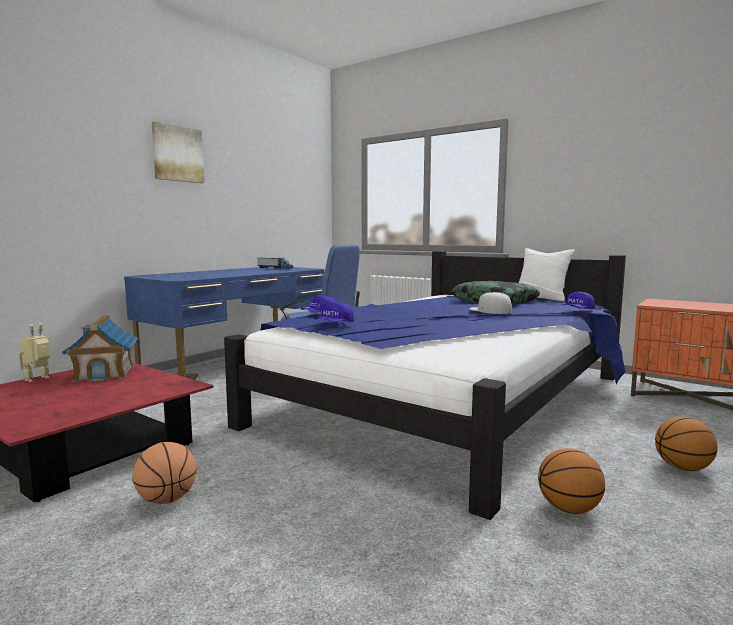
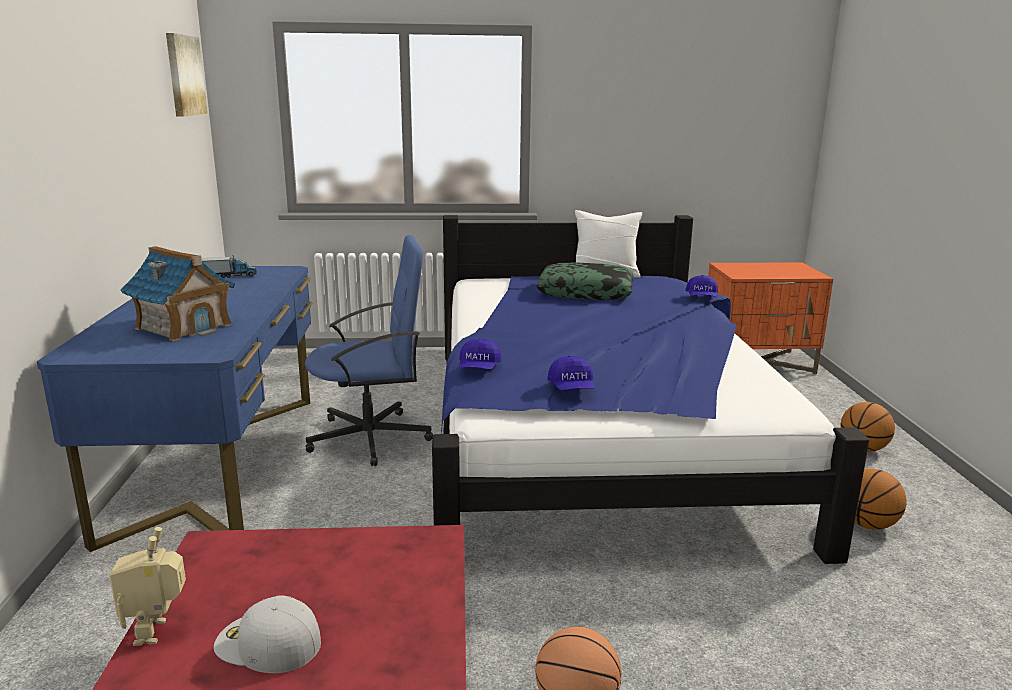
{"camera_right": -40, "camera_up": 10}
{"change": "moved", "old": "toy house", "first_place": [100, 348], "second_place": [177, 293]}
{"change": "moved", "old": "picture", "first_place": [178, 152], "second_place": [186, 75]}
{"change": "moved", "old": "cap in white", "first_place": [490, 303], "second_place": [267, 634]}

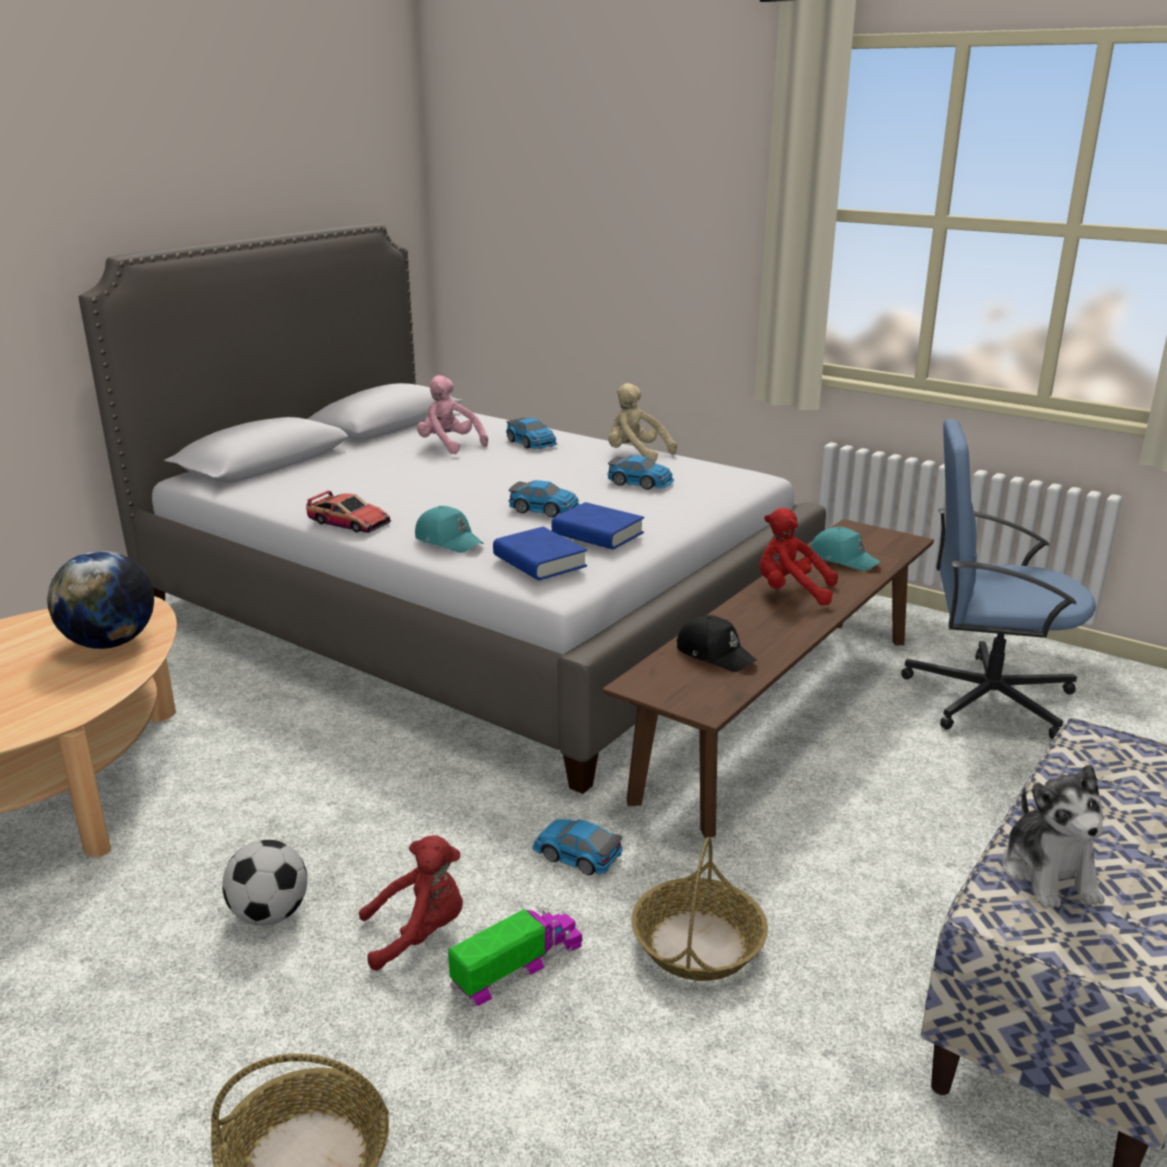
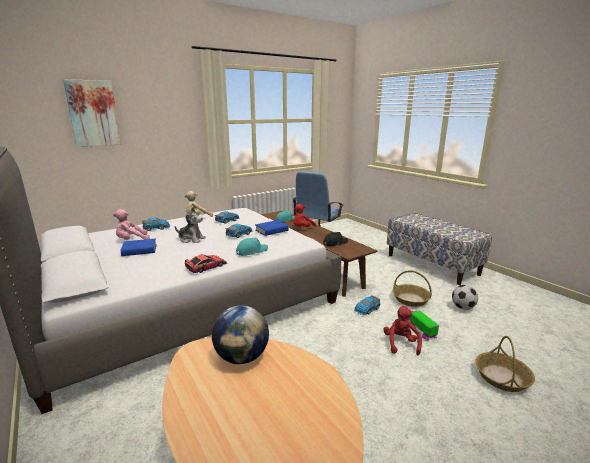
{"camera_right": -70, "camera_up": -5}
{"change": "moved", "old": "football", "first_place": [264, 883], "second_place": [465, 297]}
{"change": "moved", "old": "book in blue", "first_place": [540, 553], "second_place": [138, 247]}
{"change": "moved", "old": "plush toy", "first_place": [1053, 836], "second_place": [190, 225]}
{"change": "added", "new": "picture", "second_place": [92, 113]}

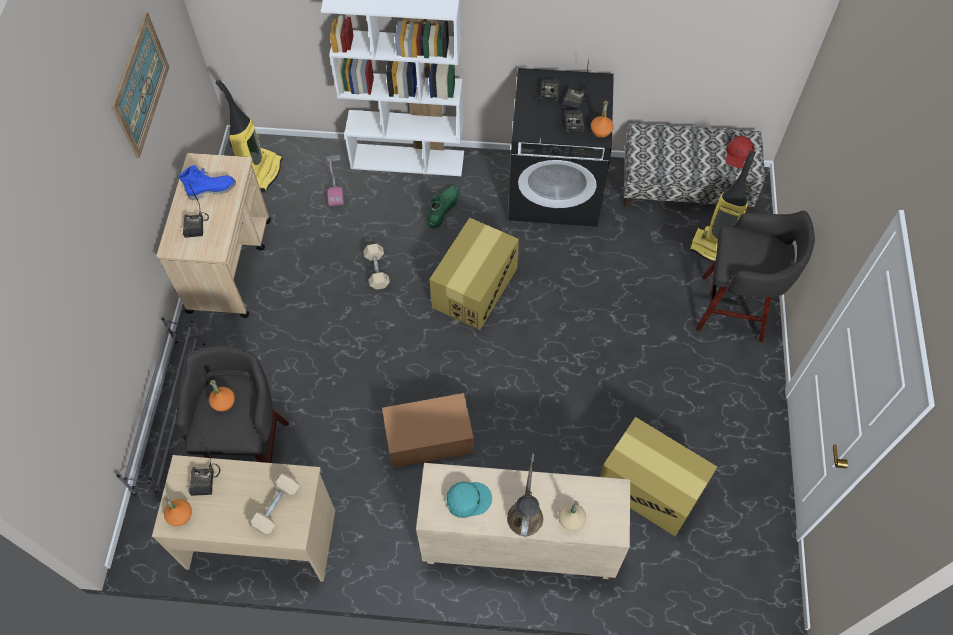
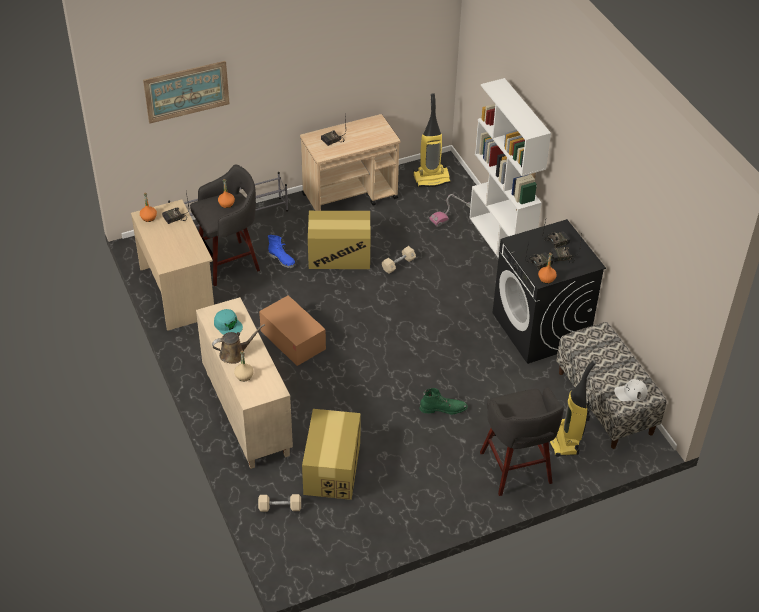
{"camera_right": 60, "camera_up": -15}
{"change": "moved", "old": "picture", "first_place": [140, 85], "second_place": [186, 92]}
{"change": "moved", "old": "boot in blue", "first_place": [207, 182], "second_place": [282, 251]}
{"change": "moved", "old": "dumbbell in beige", "first_place": [274, 504], "second_place": [279, 503]}
{"change": "moved", "old": "boot in green", "first_place": [443, 207], "second_place": [444, 401]}
{"change": "moved", "old": "cardboard box", "first_place": [474, 274], "second_place": [339, 240]}
{"change": "recoloured", "old": "cap in red", "new": "cap in white", "first_place": [740, 152], "second_place": [630, 390]}

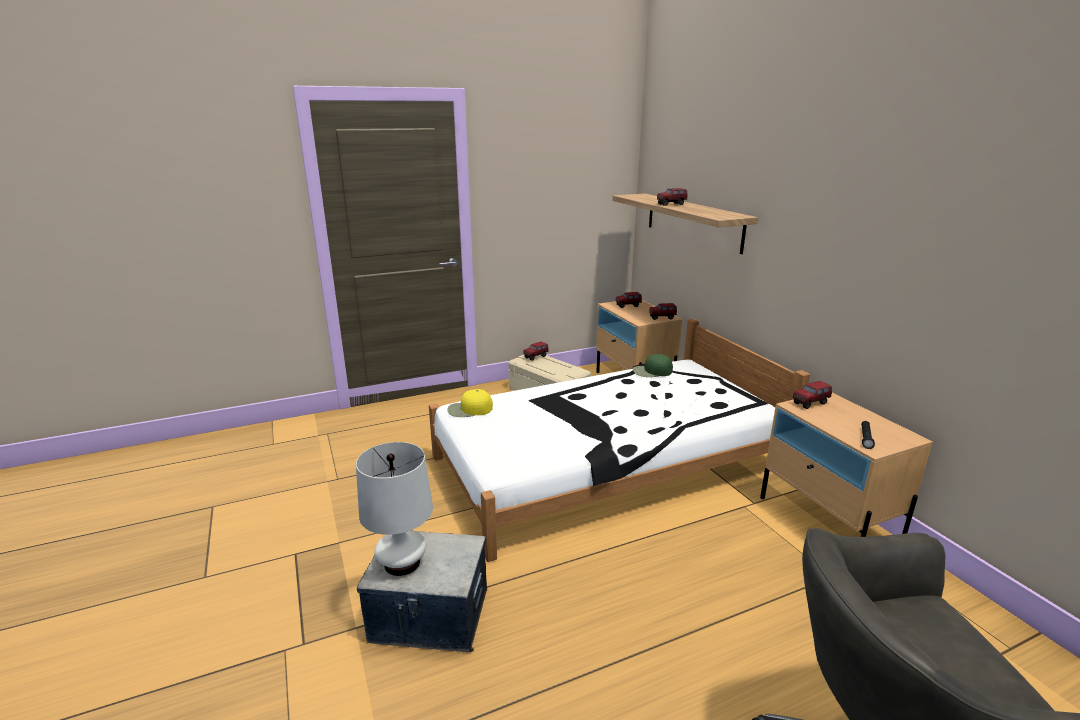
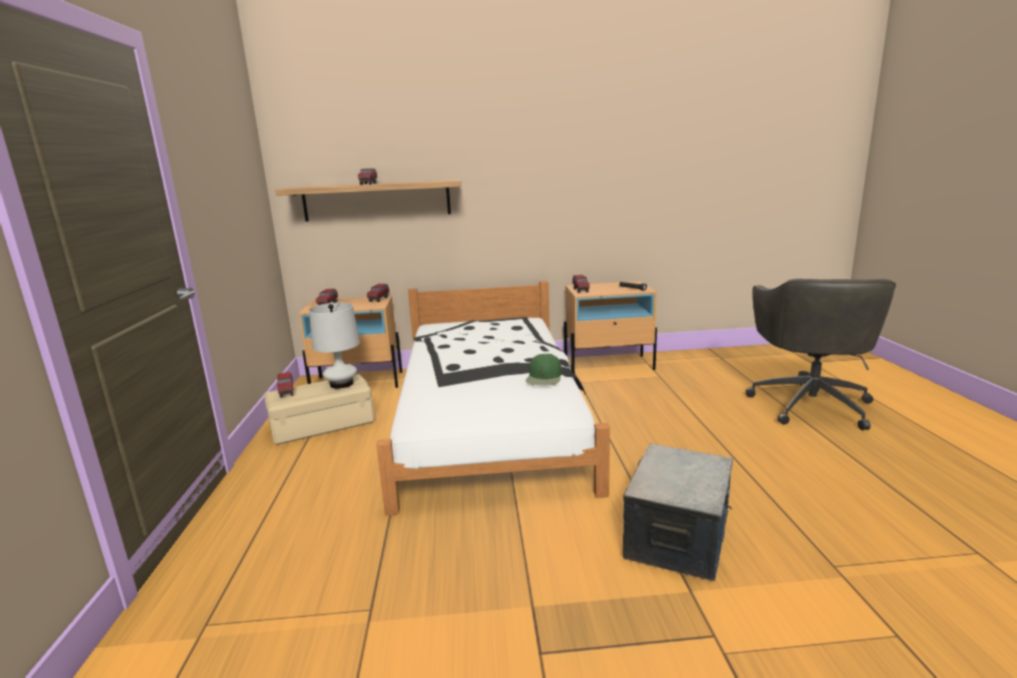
{"camera_right": -70, "camera_up": -5}
{"change": "moved", "old": "table lamp in white", "first_place": [394, 509], "second_place": [334, 345]}
{"change": "removed", "old": "cap in yellow", "first_place": [470, 403]}
{"change": "moved", "old": "cap in green", "first_place": [653, 365], "second_place": [544, 370]}

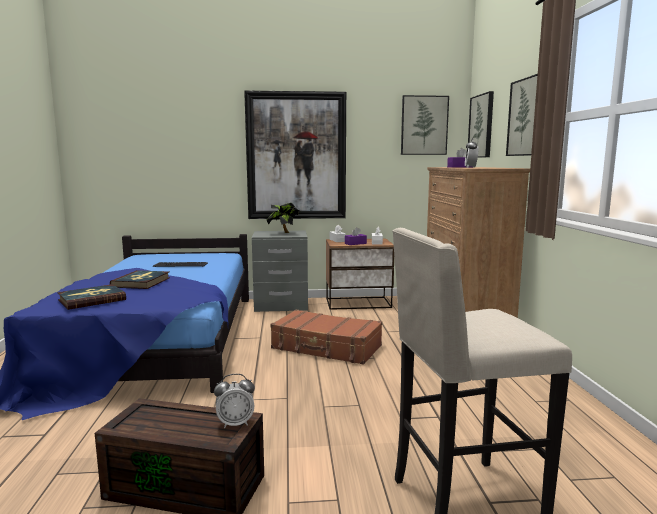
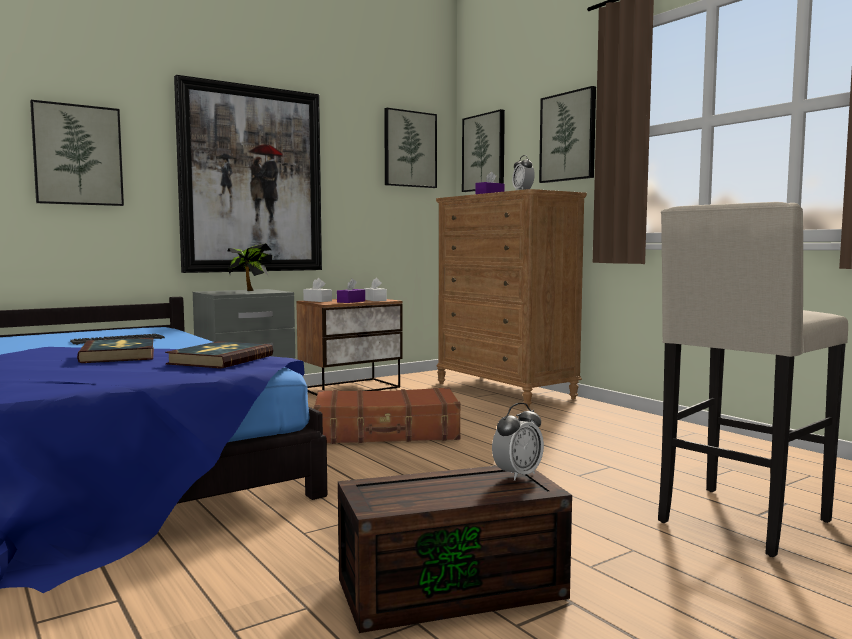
{"camera_right": -30, "camera_up": -5}
{"change": "moved", "old": "book", "first_place": [91, 297], "second_place": [219, 355]}
{"change": "added", "new": "picture", "second_place": [77, 153]}

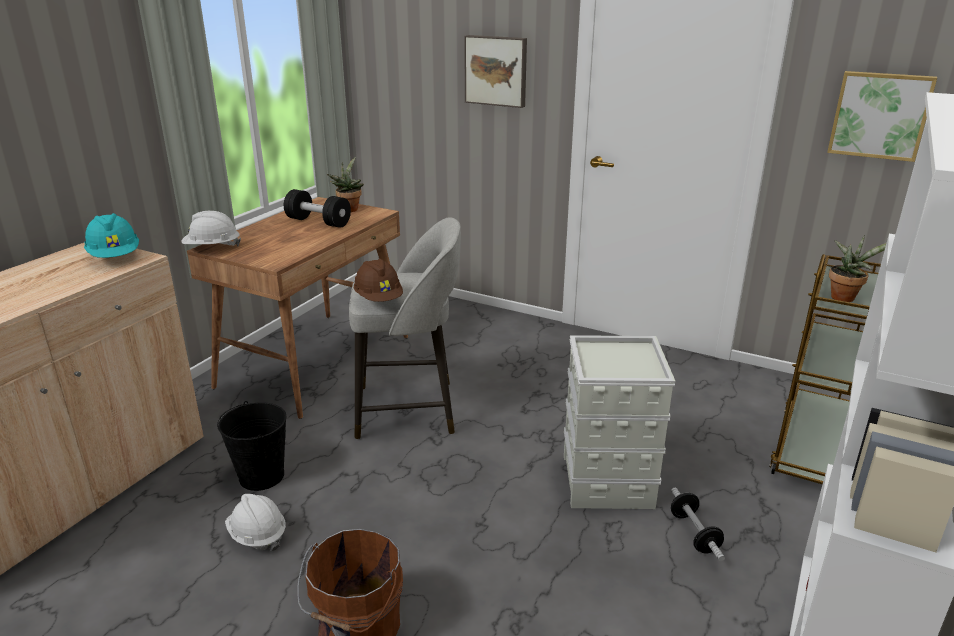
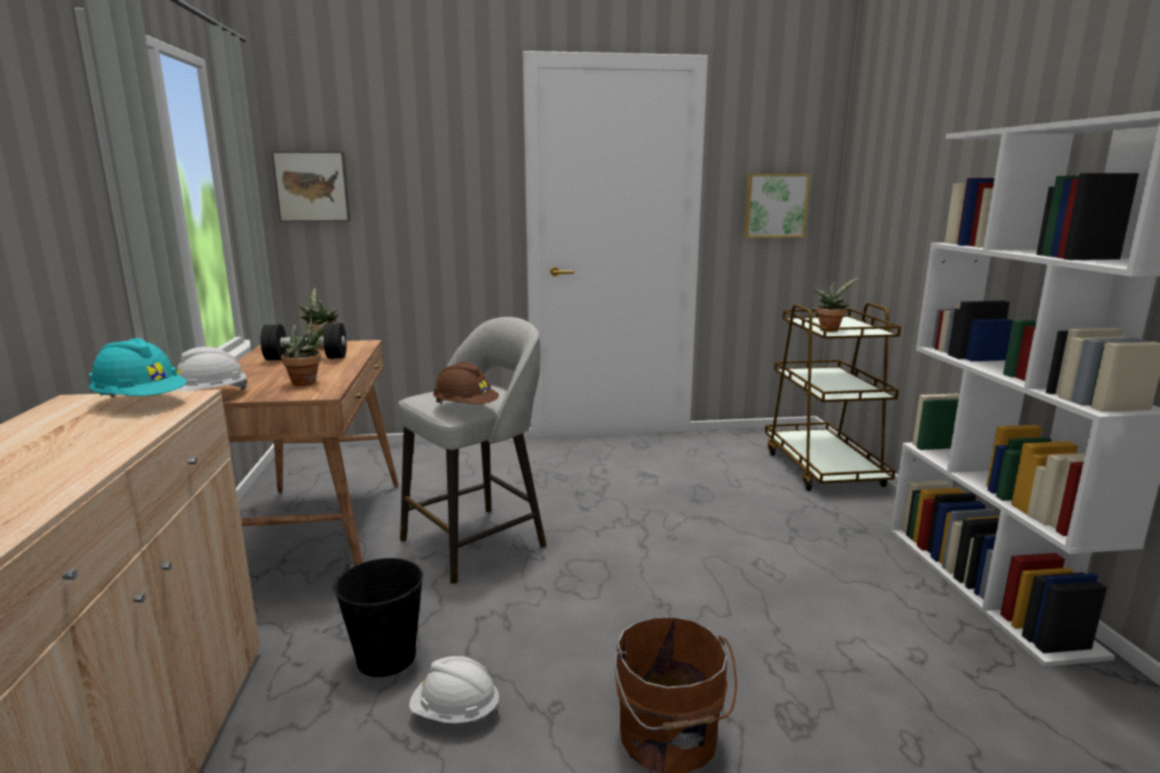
{"camera_right": -35, "camera_up": -10}
{"change": "moved", "old": "picture", "first_place": [495, 71], "second_place": [310, 186]}
{"change": "removed", "old": "storage box in grey", "first_place": [620, 422]}
{"change": "removed", "old": "dumbbell", "first_place": [698, 524]}
{"change": "added", "new": "potted plant", "second_place": [304, 351]}

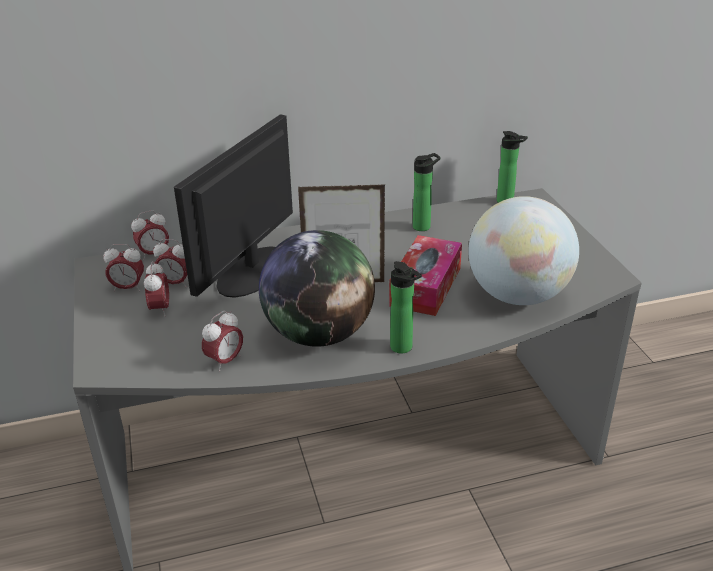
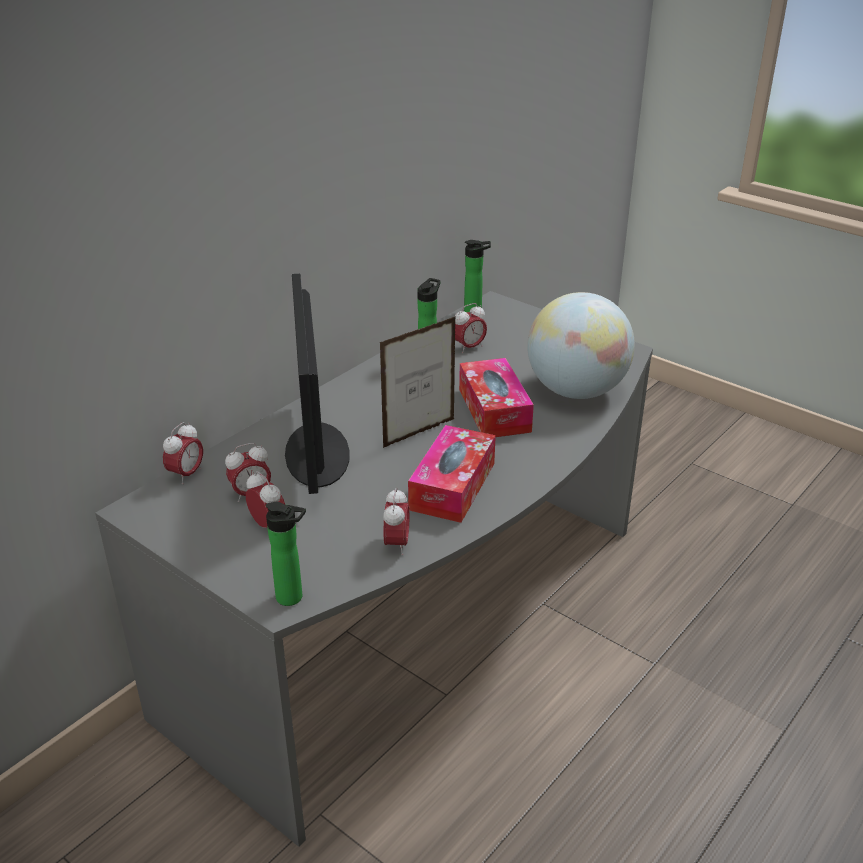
{"camera_right": -35, "camera_up": 0}
{"change": "moved", "old": "alarm clock", "first_place": [123, 268], "second_place": [471, 328]}
{"change": "replaced", "old": "globe", "new": "tissue box", "first_place": [317, 288], "second_place": [452, 474]}
{"change": "moved", "old": "bottle", "first_place": [406, 307], "second_place": [286, 554]}

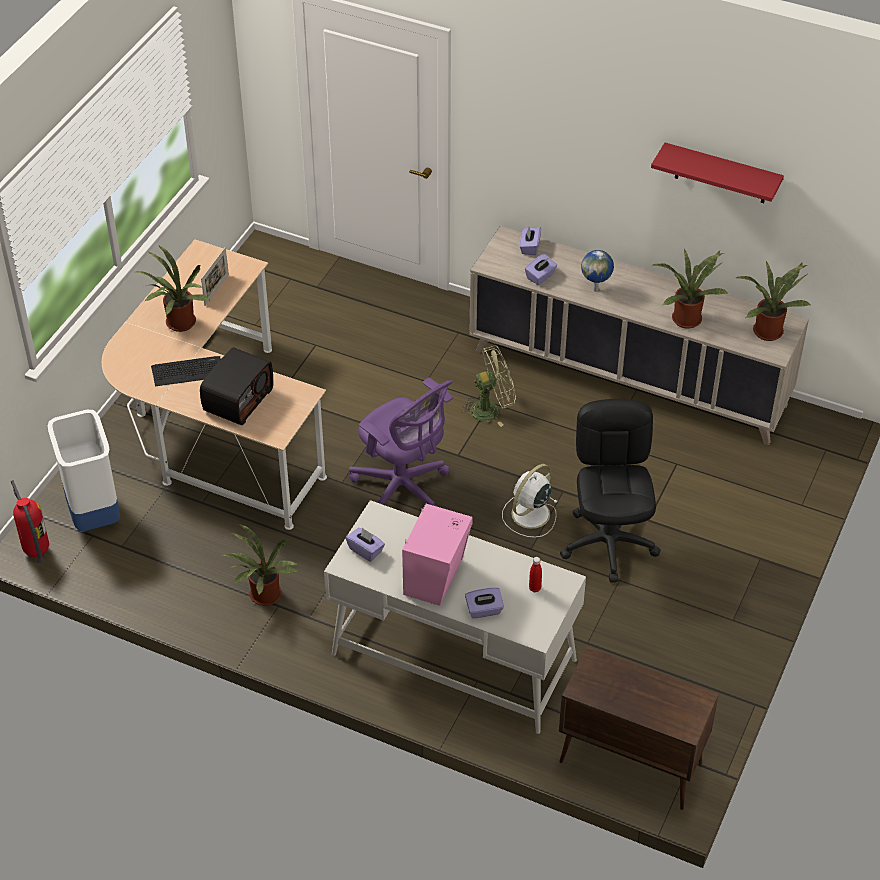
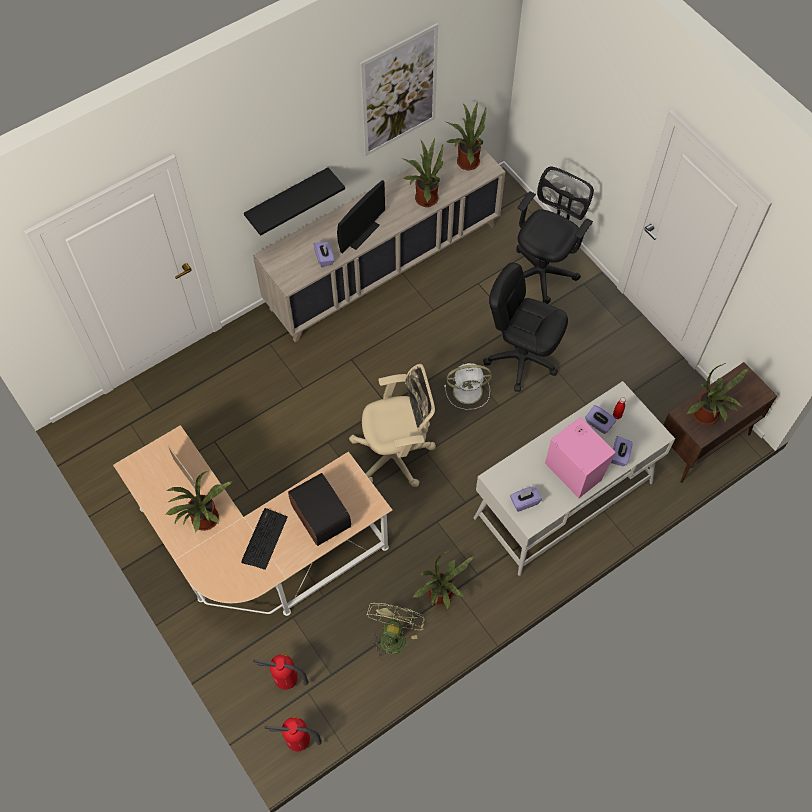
{"camera_right": -60, "camera_up": 15}
{"change": "replaced", "old": "trash can in white", "new": "fire extinguisher", "first_place": [84, 470], "second_place": [281, 672]}
{"change": "recoloured", "old": "office chair in purple", "new": "office chair in beige", "first_place": [401, 442], "second_place": [392, 425]}
{"change": "moved", "old": "fan in green", "first_place": [488, 386], "second_place": [395, 631]}
{"change": "turned", "old": "fan in white", "first_place": [530, 501], "second_place": [468, 386], "degrees": -75}
{"change": "moved", "old": "tissue box in purple", "first_place": [530, 241], "second_place": [600, 419]}
{"change": "replaced", "old": "globe", "new": "monitor", "first_place": [597, 271], "second_place": [361, 217]}
{"change": "replaced", "old": "shelf in red", "new": "picture", "first_place": [717, 173], "second_place": [399, 89]}
{"change": "added", "new": "shelf in black", "second_place": [294, 201]}
{"change": "added", "new": "office chair in black", "second_place": [555, 235]}
{"change": "added", "new": "potted plant", "second_place": [718, 394]}

